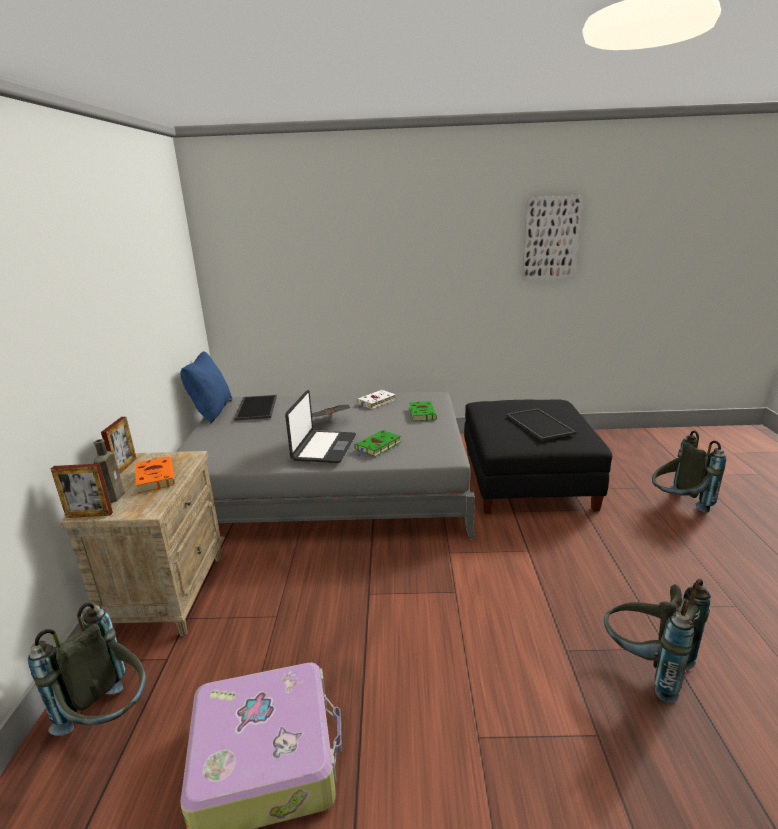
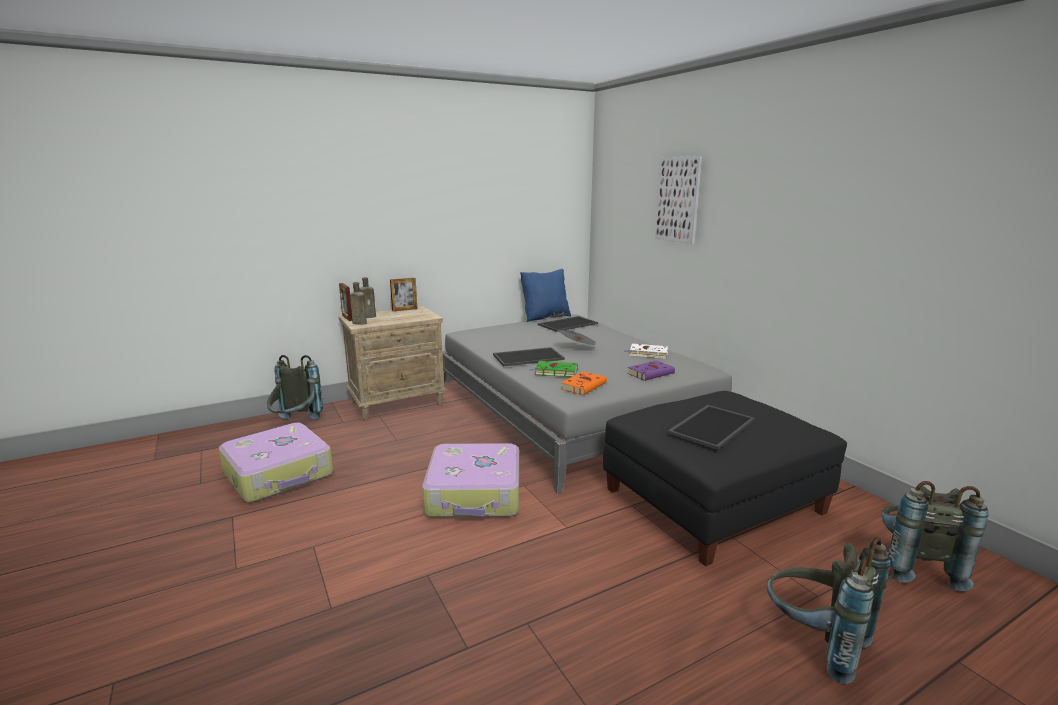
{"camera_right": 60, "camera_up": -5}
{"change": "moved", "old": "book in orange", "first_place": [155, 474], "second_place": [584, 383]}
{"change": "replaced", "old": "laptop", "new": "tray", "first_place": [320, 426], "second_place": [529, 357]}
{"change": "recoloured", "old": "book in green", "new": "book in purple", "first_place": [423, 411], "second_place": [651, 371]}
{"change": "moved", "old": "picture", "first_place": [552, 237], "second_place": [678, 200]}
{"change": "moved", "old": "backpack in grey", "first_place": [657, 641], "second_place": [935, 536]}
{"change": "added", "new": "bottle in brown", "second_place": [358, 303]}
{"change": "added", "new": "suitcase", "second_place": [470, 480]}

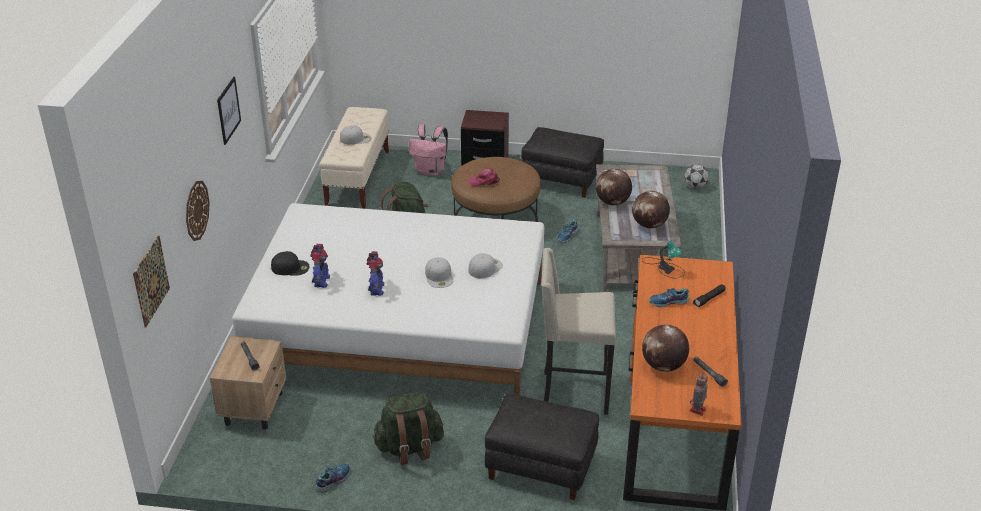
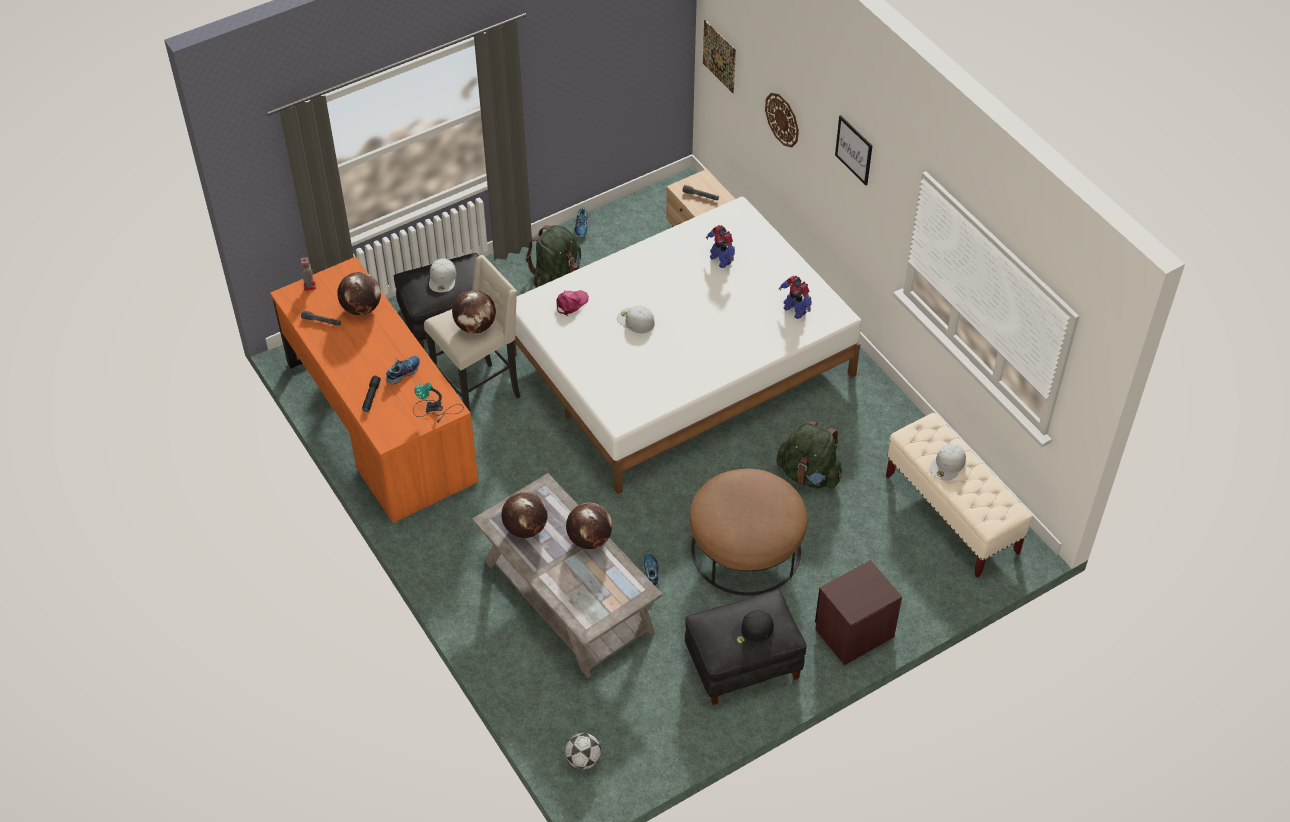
{"camera_right": 140, "camera_up": 15}
{"change": "moved", "old": "cap in black", "first_place": [290, 263], "second_place": [753, 629]}
{"change": "moved", "old": "toy robot", "first_place": [375, 273], "second_place": [795, 297]}
{"change": "removed", "old": "backpack in pink", "first_place": [428, 150]}
{"change": "moved", "old": "cap in pink", "first_place": [484, 178], "second_place": [572, 303]}
{"change": "moved", "old": "cap in white", "first_place": [486, 265], "second_place": [442, 275]}
{"change": "added", "new": "globe", "second_place": [474, 312]}

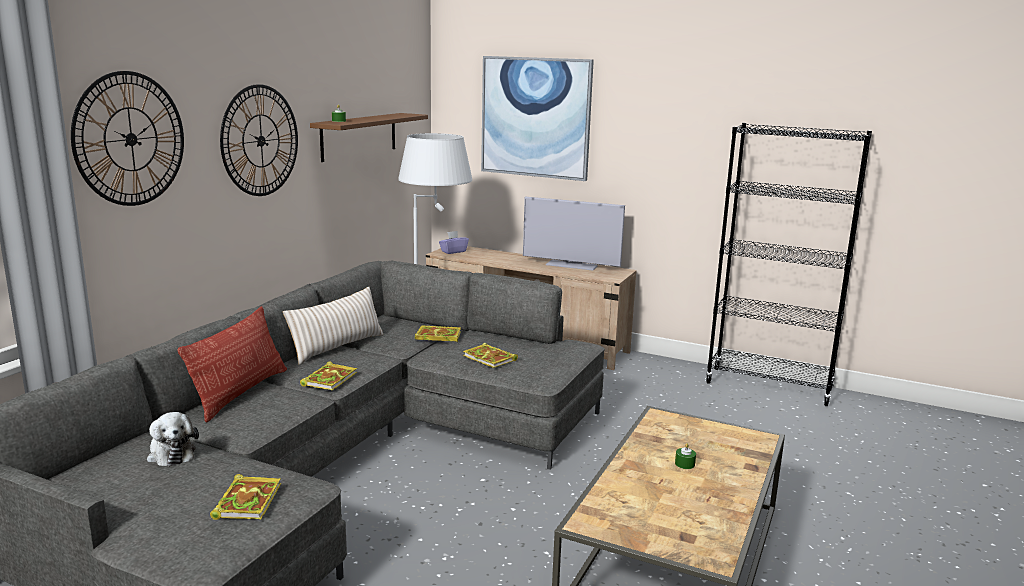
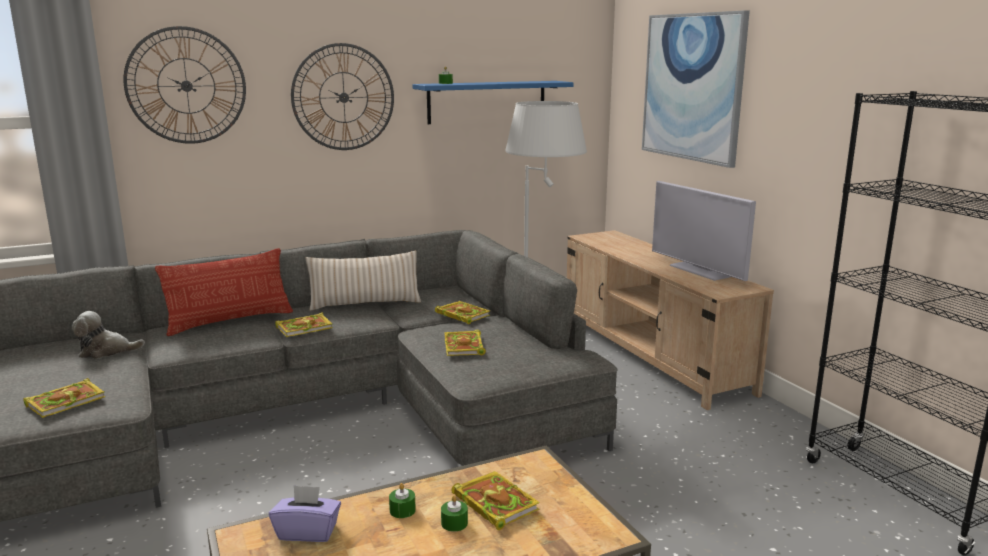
{"camera_right": 40, "camera_up": 0}
{"change": "turned", "old": "plush toy", "first_place": [173, 439], "second_place": [108, 335], "degrees": 75}
{"change": "recoloured", "old": "shelf in brown", "new": "shelf in blue", "first_place": [369, 137], "second_place": [493, 102]}
{"change": "moved", "old": "tissue box in purple", "first_place": [454, 242], "second_place": [305, 513]}
{"change": "added", "new": "candle in green", "second_place": [402, 500]}
{"change": "added", "new": "book", "second_place": [495, 500]}

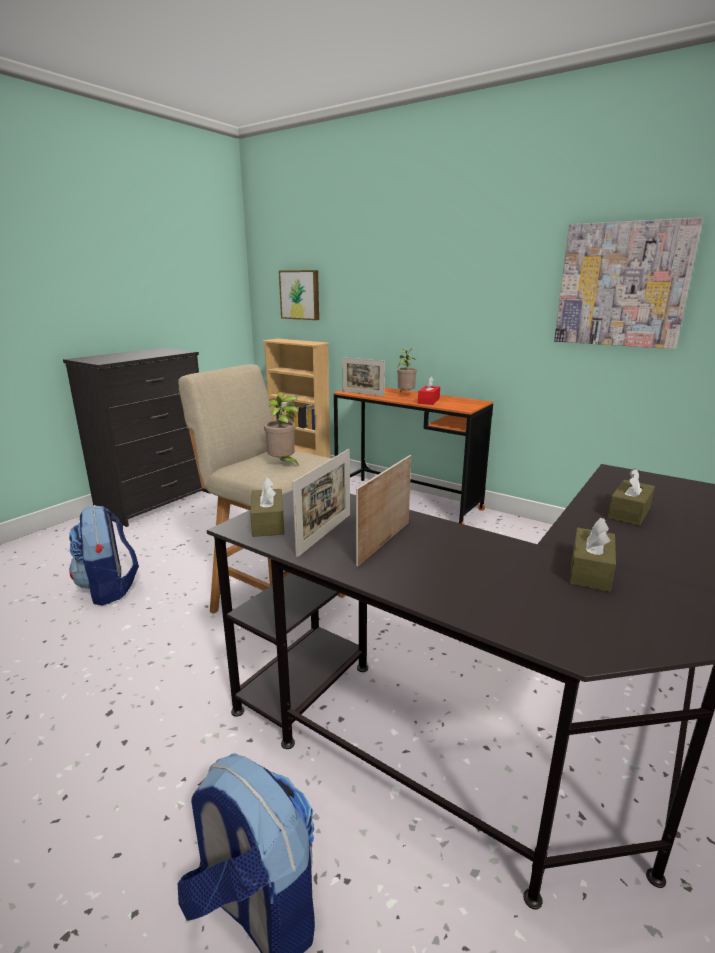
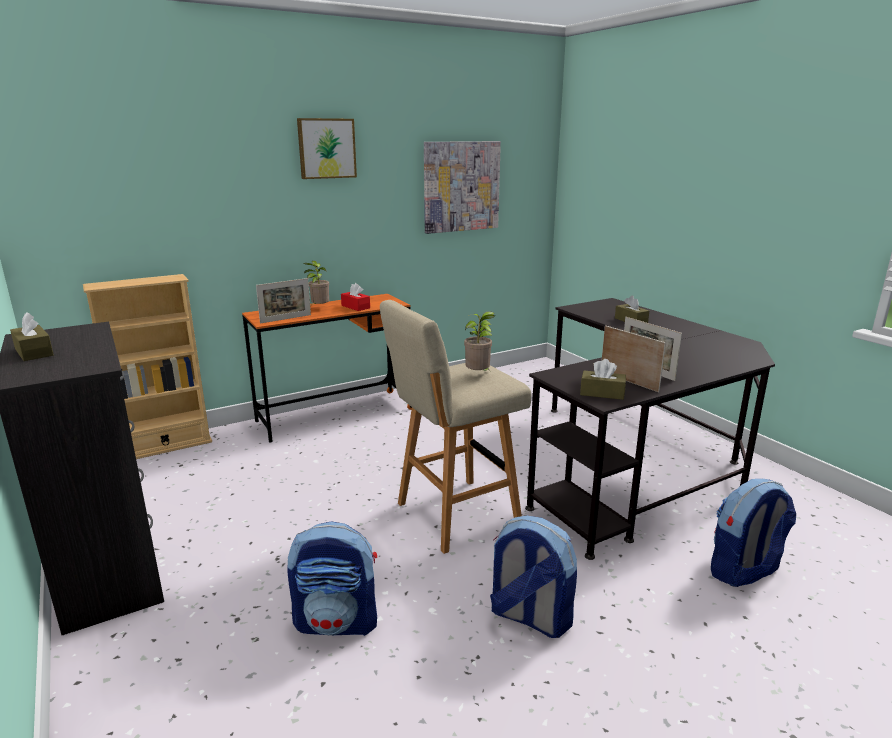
{"camera_right": -65, "camera_up": 0}
{"change": "moved", "old": "picture", "first_place": [299, 295], "second_place": [327, 148]}
{"change": "moved", "old": "tissue box in brown", "first_place": [592, 555], "second_place": [32, 336]}
{"change": "added", "new": "backpack", "second_place": [533, 577]}

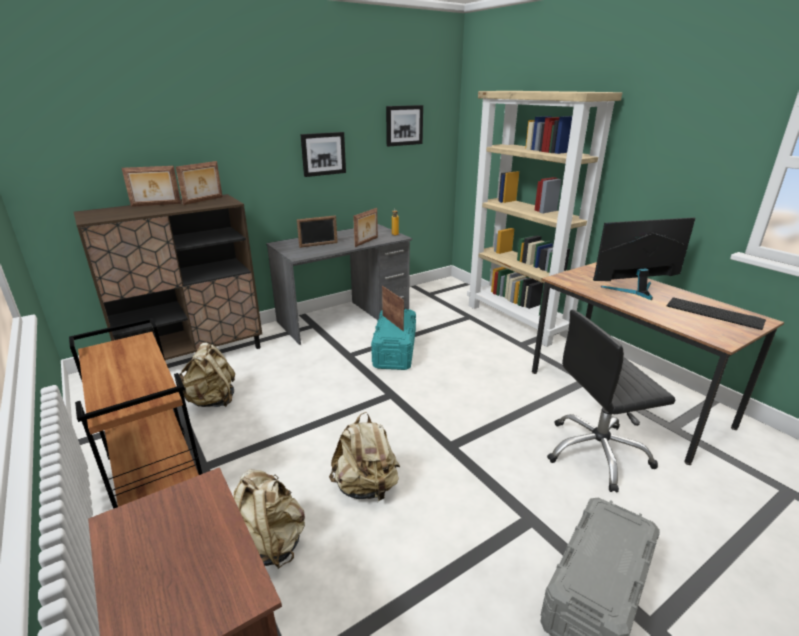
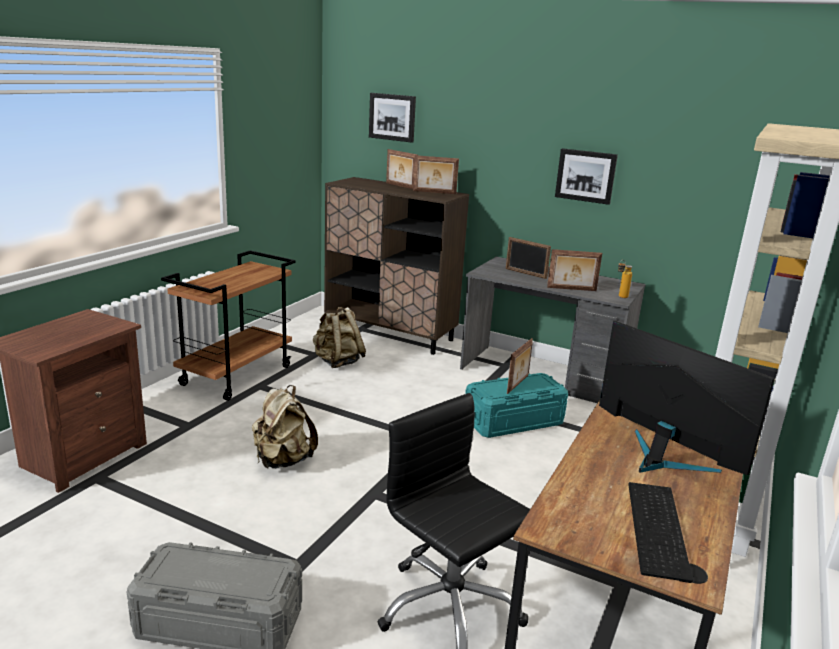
{"camera_right": 60, "camera_up": -5}
{"change": "removed", "old": "backpack in beige", "first_place": [269, 519]}
{"change": "moved", "old": "picture", "first_place": [404, 126], "second_place": [392, 118]}

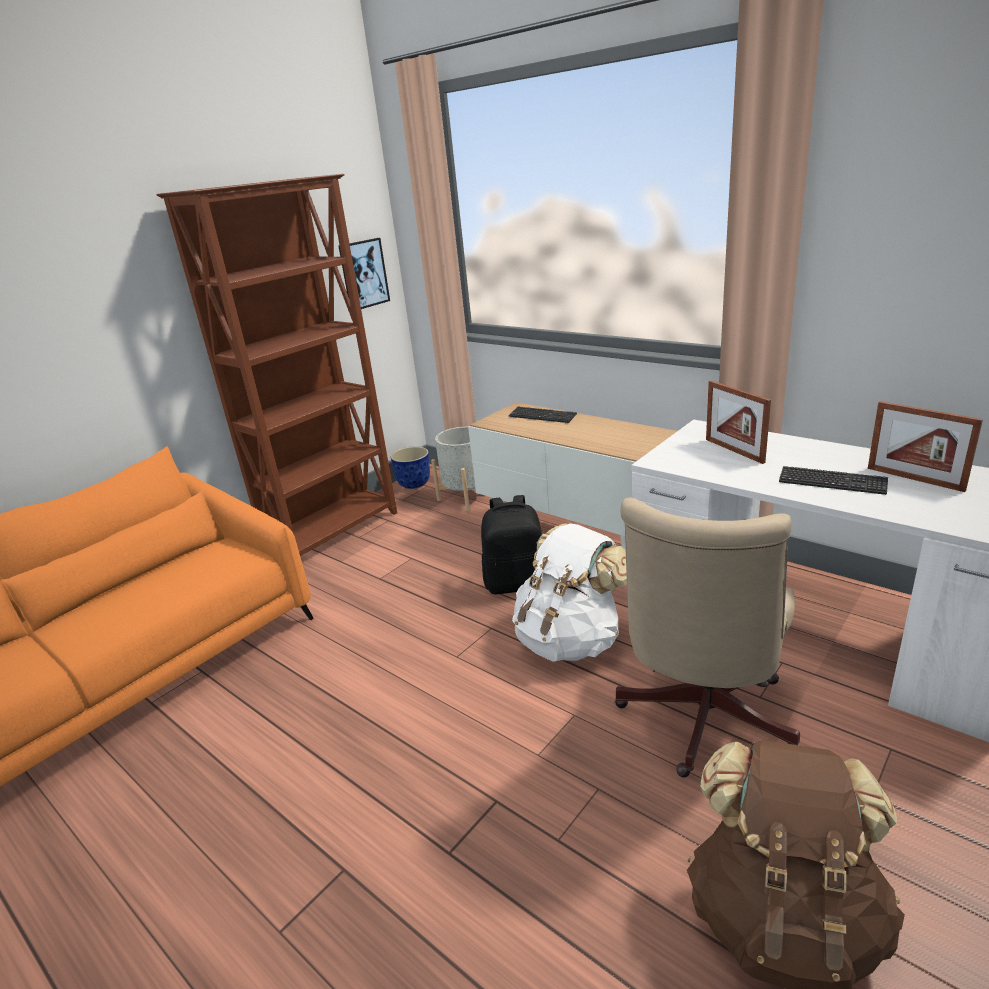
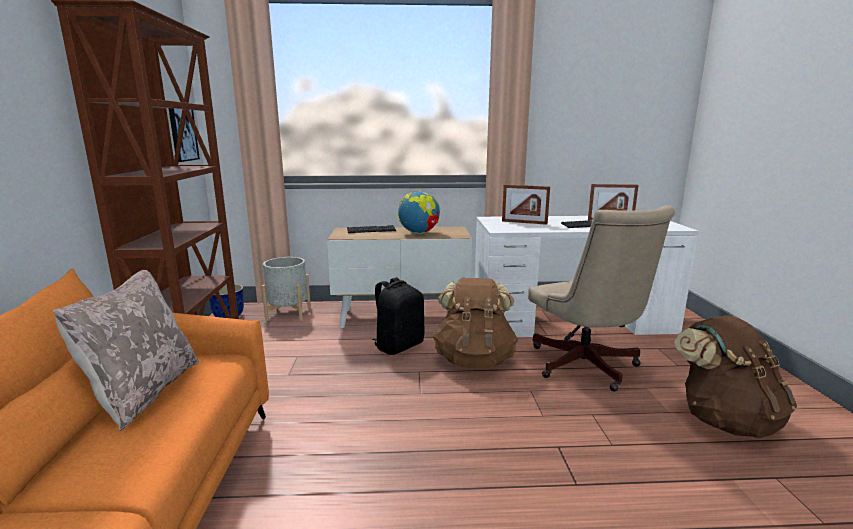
{"camera_right": -45, "camera_up": -10}
{"change": "recoloured", "old": "backpack in white", "new": "backpack in brown", "first_place": [569, 592], "second_place": [475, 323]}
{"change": "added", "new": "pillow in beige", "second_place": [126, 350]}
{"change": "added", "new": "globe", "second_place": [419, 212]}

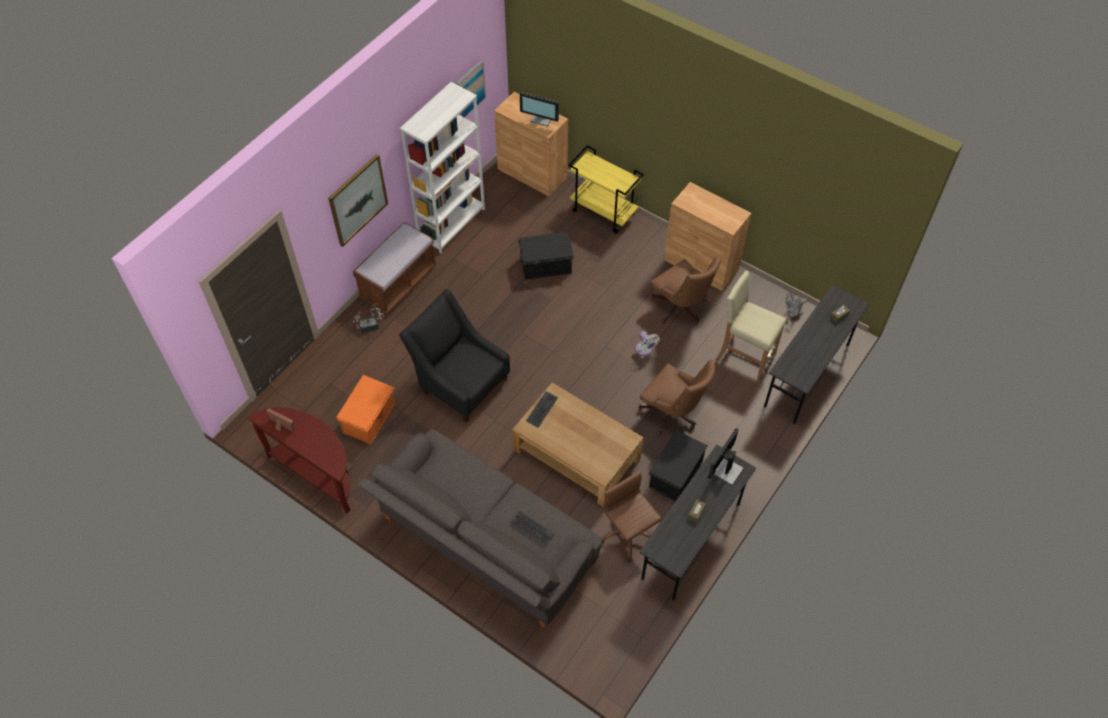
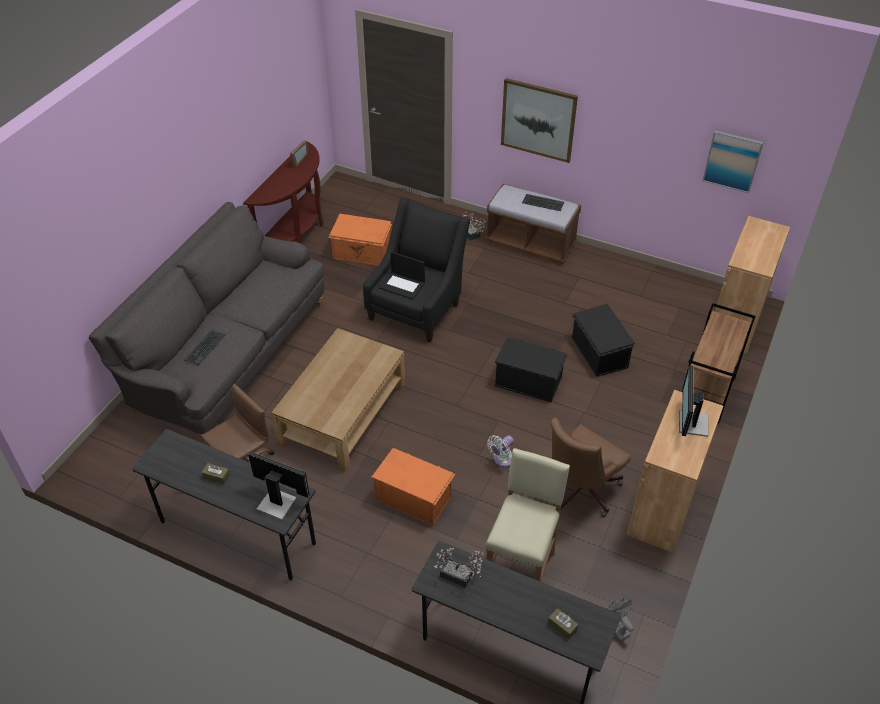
{"camera_right": 80, "camera_up": -10}
{"change": "removed", "old": "bookcase in white", "first_place": [442, 167]}
{"change": "moved", "old": "monitor", "first_place": [539, 109], "second_place": [693, 401]}
{"change": "moved", "old": "keyboard", "first_place": [542, 409], "second_place": [543, 202]}
{"change": "recoloured", "old": "cart in yellow", "new": "cart in brown", "first_place": [606, 189], "second_place": [719, 364]}
{"change": "replaced", "old": "office chair in brown", "new": "storage box in orange", "first_place": [677, 397], "second_place": [413, 487]}
{"change": "moved", "old": "storage box in black", "first_place": [678, 466], "second_place": [530, 370]}
{"change": "added", "new": "laptop", "second_place": [402, 275]}
{"change": "added", "new": "potted plant", "second_place": [459, 568]}

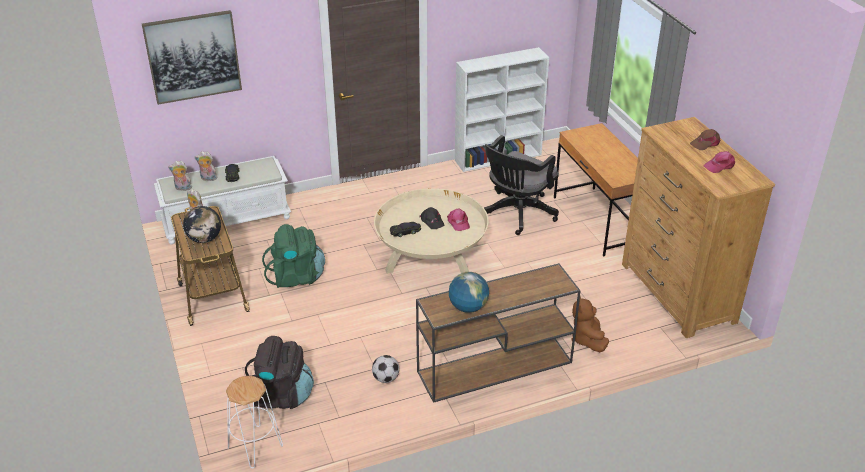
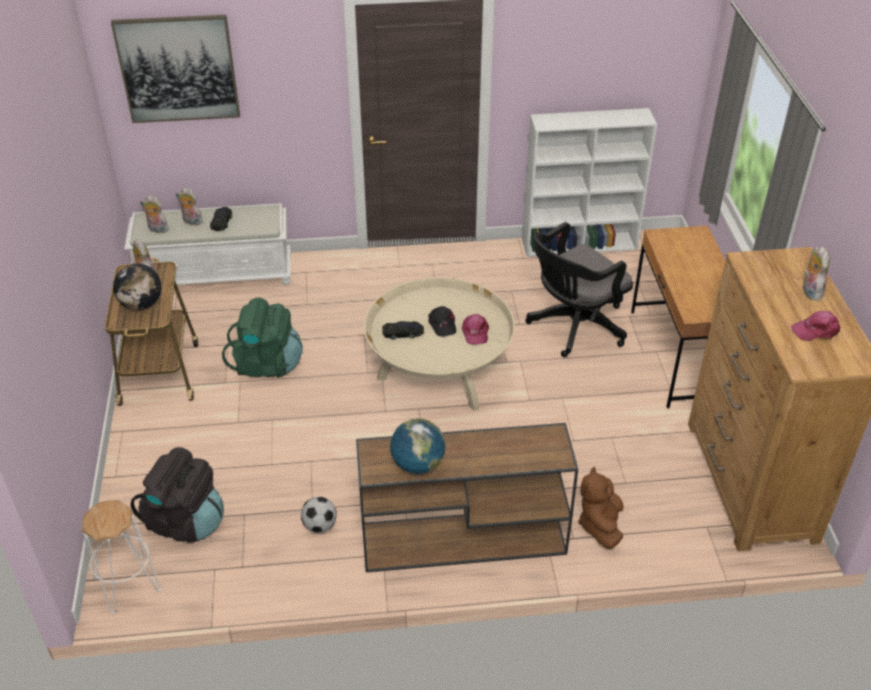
{"camera_right": 15, "camera_up": 5}
{"change": "replaced", "old": "cap in brown", "new": "plush toy", "first_place": [705, 139], "second_place": [816, 273]}

